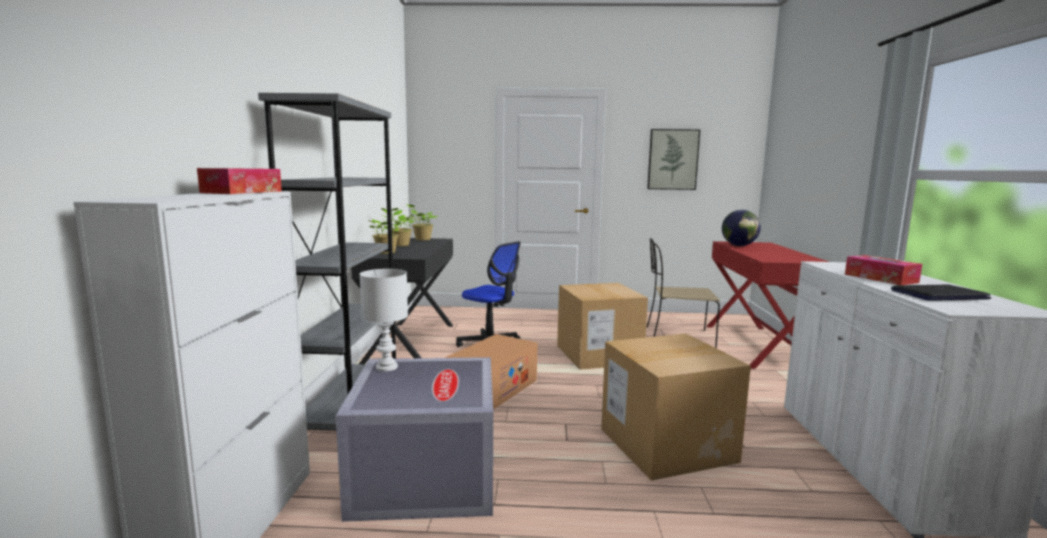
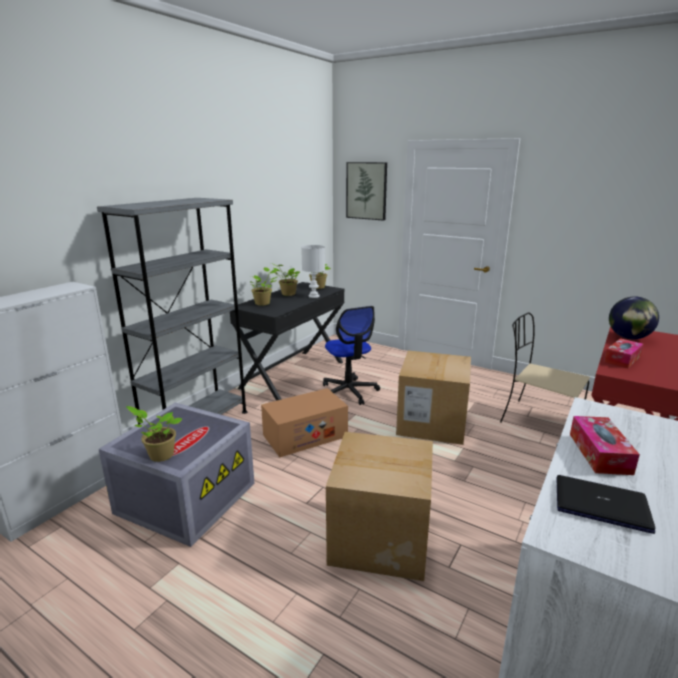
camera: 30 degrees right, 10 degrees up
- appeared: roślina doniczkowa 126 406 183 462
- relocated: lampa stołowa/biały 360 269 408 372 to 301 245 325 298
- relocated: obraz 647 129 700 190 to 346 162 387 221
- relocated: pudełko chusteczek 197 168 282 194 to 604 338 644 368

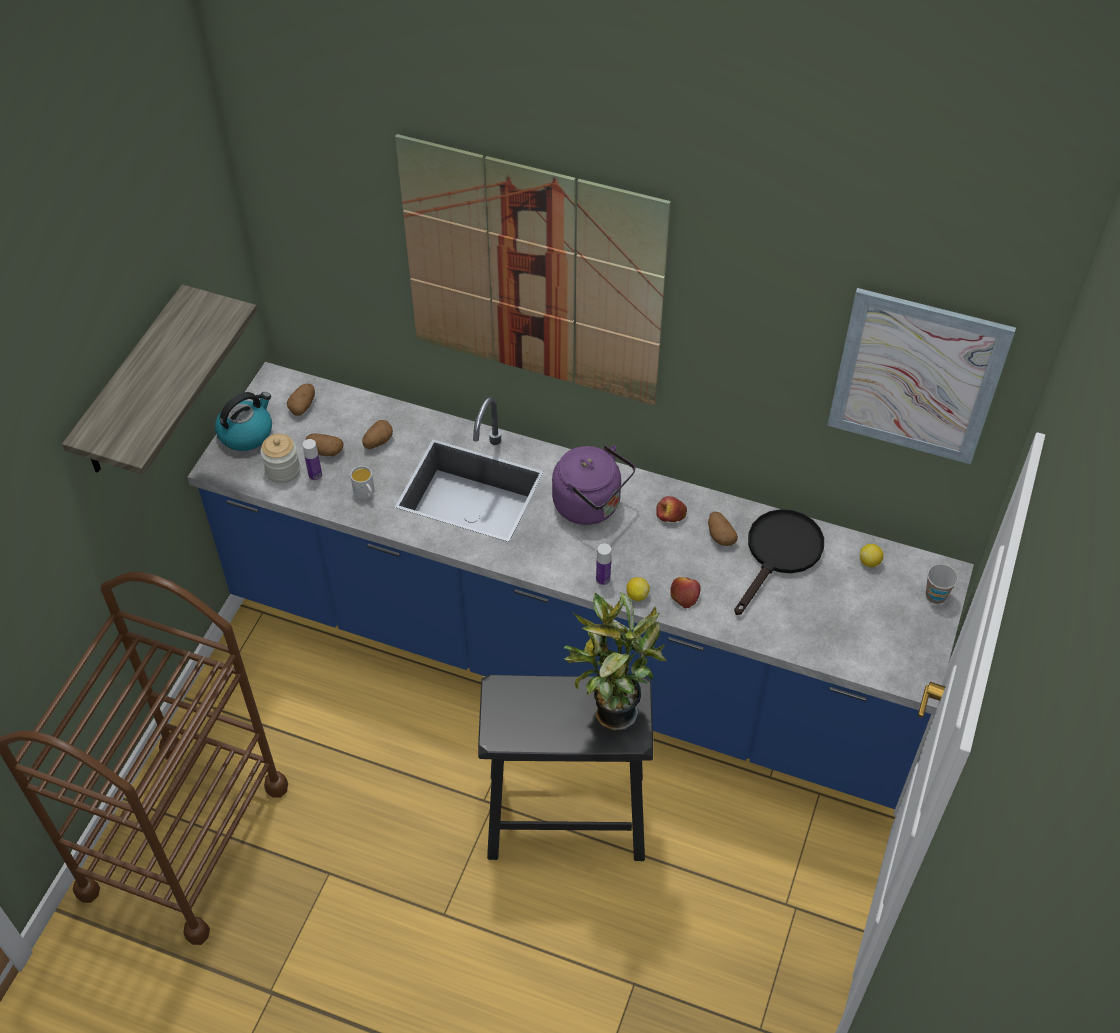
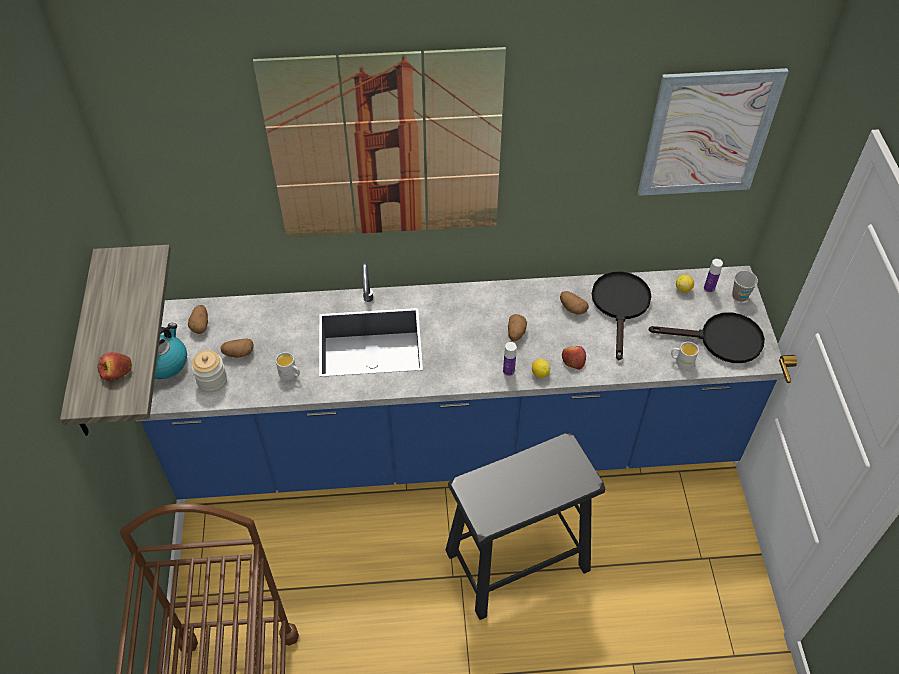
camera: 25 degrees left, 0 degrees up
- relocated: jabłko 656 496 687 522 to 98 352 132 381
- relocated: ziemniak 362 420 393 449 to 508 314 527 341
- appeared: patelnia/czarny 648 312 765 363
- appeared: kubek/biały 671 342 699 369
- relocated: butelka 303 439 322 481 to 704 259 723 293
- missing: czajnik/fioletowy 552 445 635 525
- missing: roślina doniczkowa 564 592 666 731

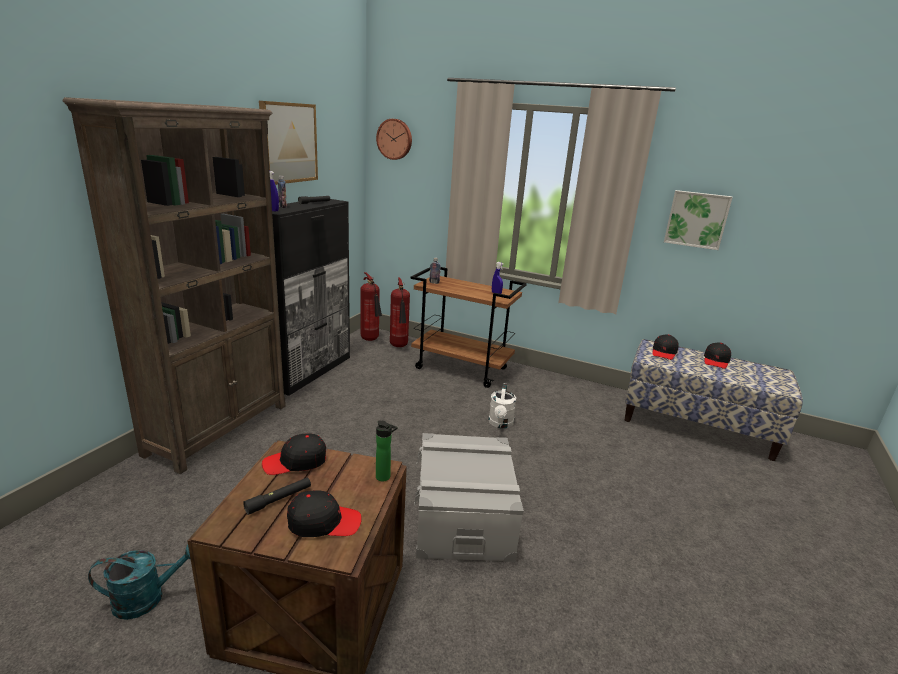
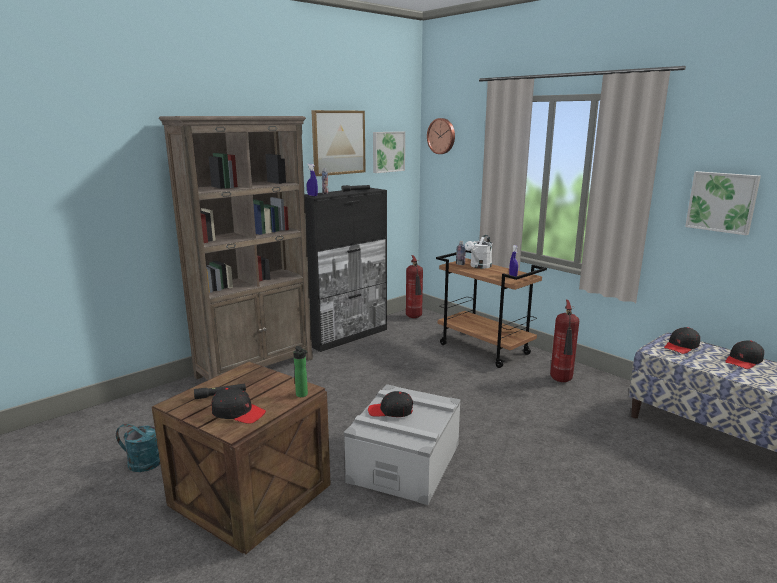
camera: 25 degrees right, 5 degrees down
- relocated: czapka z daszkiem/czarny 262 434 326 475 to 368 391 413 417
- appeared: obraz 373 131 405 173
- relocated: konewka/biały 488 383 516 428 to 465 235 493 269
- relocated: gaśnica 390 277 410 347 to 550 300 579 382

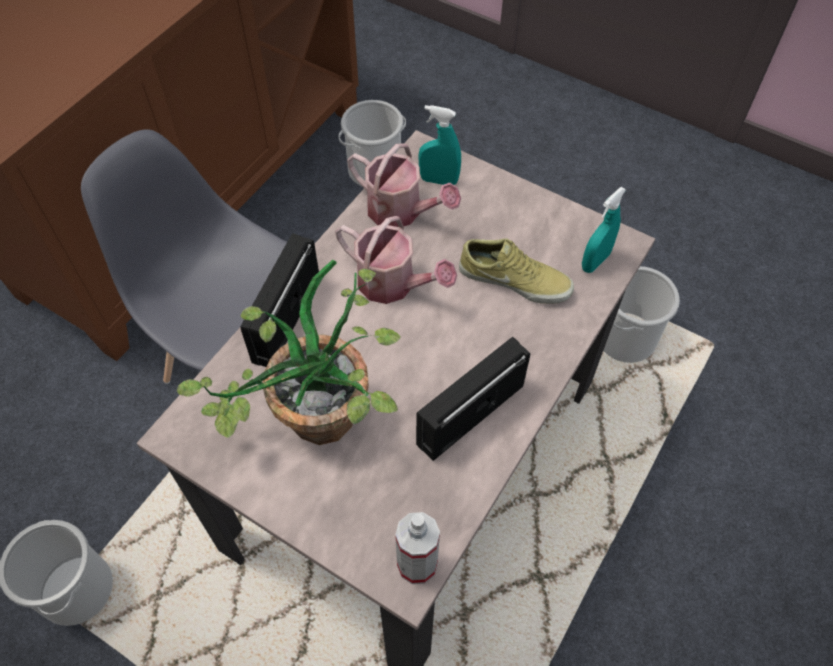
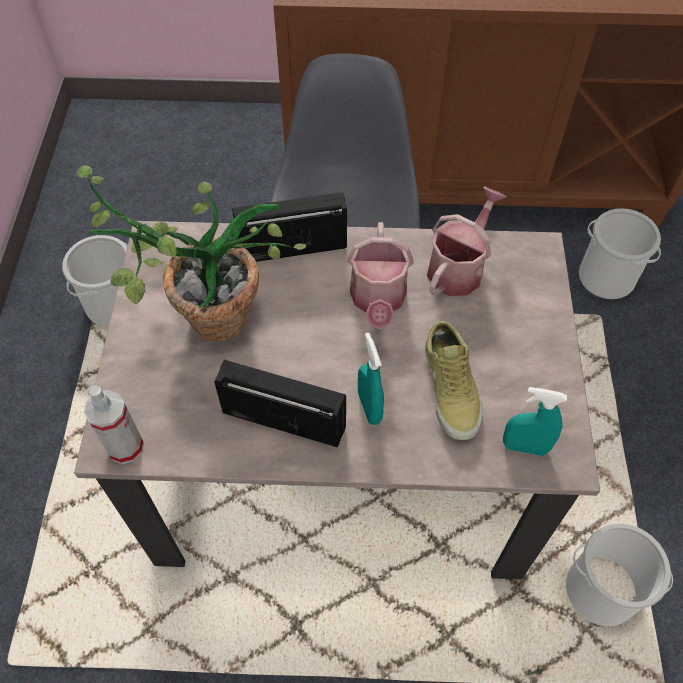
camera: 60 degrees right, 0 degrees up
- relocated: spryskiwacz/turkusowy 418 105 461 185 to 358 333 384 425
- spun: konewka 347 143 461 227 = 427 187 506 296 150 degrees counterclockwise

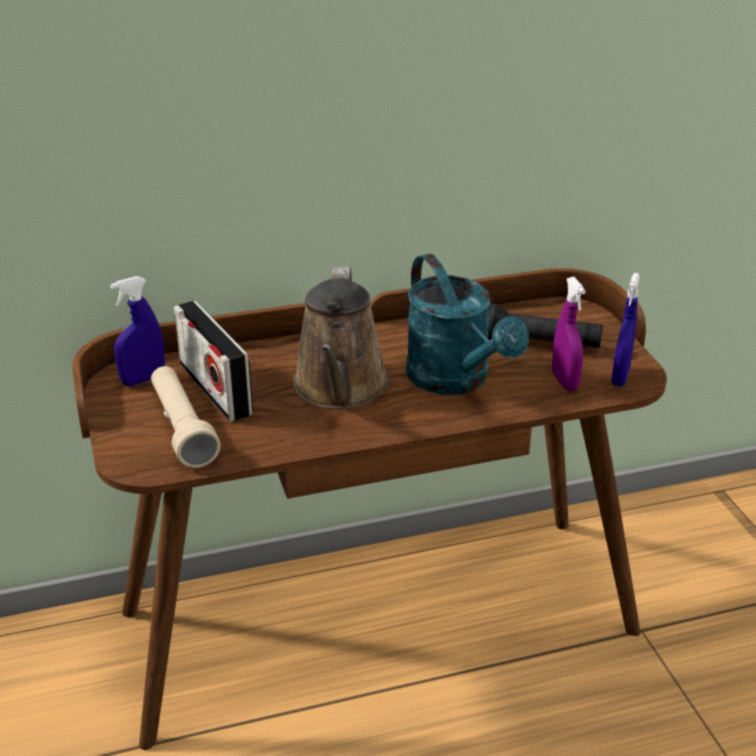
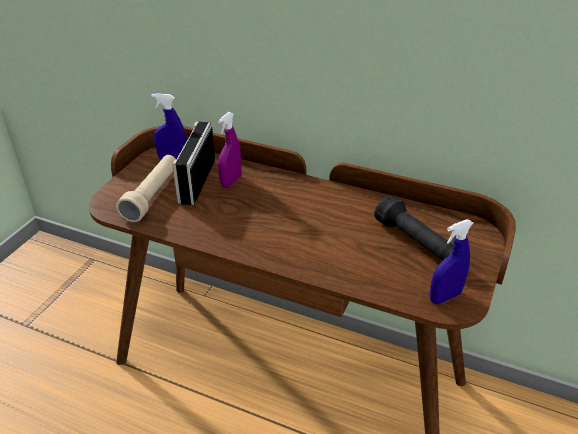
camera: 40 degrees right, 5 degrees up
- relocated: spryskiwacz/fioletowy 552 277 586 391 to 218 112 242 188
- missing: konewka/brązowy 293 267 389 409
- missing: konewka/turkusowy 406 254 529 395

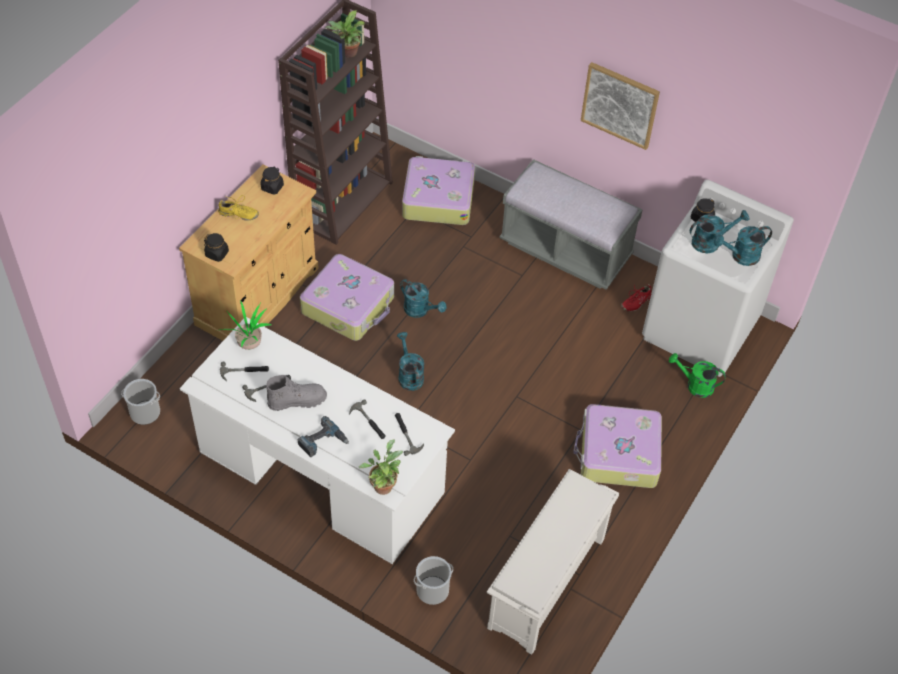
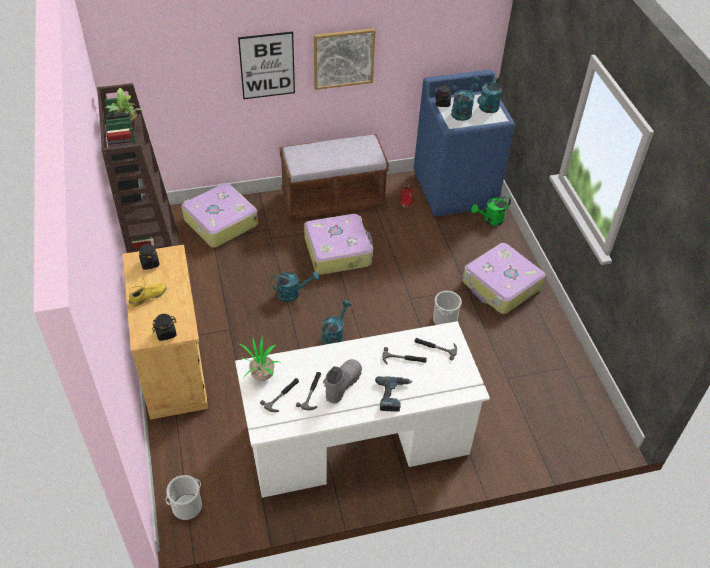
camera: 45 degrees left, 5 degrees down
- appeared: obraz 238 32 295 99
- colour: ławka/szary 499 159 642 290 to ławka/brązowy 280 134 389 219
- relocated: walizka 300 254 394 341 to 304 214 373 275
- spun: konewka/turkusowy 397 332 424 391 = 321 300 351 345 90 degrees clockwise
- colour: pralka/biały 642 180 794 377 to pralka/niebieski 414 70 515 216
- relocated: wiadro 414 556 453 605 to 433 291 462 325
- missing: roślina doniczkowa 359 440 403 495
- missing: regał na buty/biały 487 469 619 655

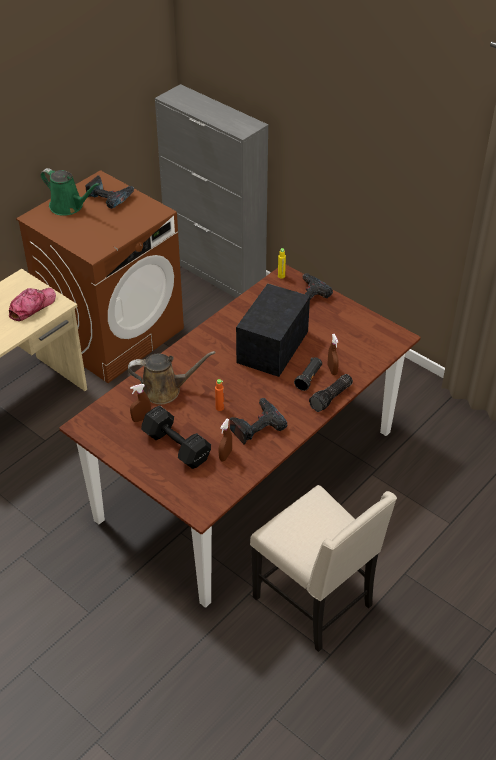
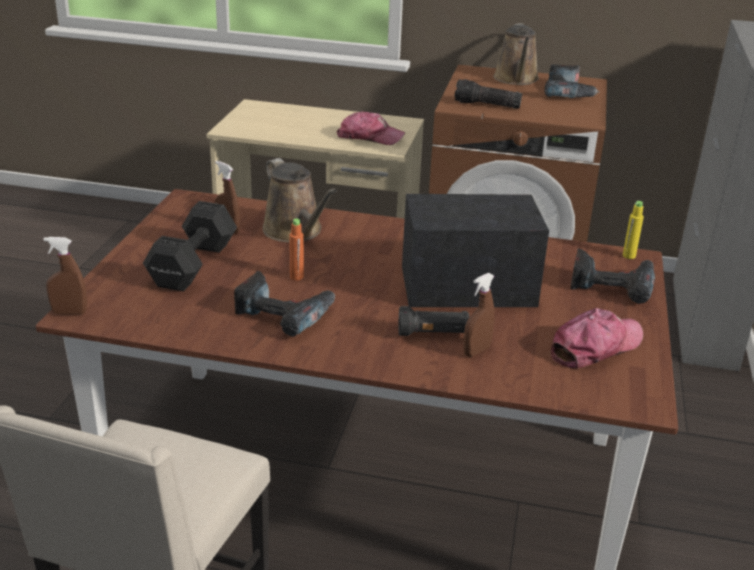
camera: 60 degrees right, 15 degrees down
- relocated: spryskiwacz/brązowy 219 419 232 461 to 43 237 87 314
- relocated: latarka 309 374 353 412 to 454 79 522 109
- colour: konewka/zielony 40 168 100 216 to konewka/brązowy 493 23 539 85
- appeared: czapka z daszkiem 549 308 643 369

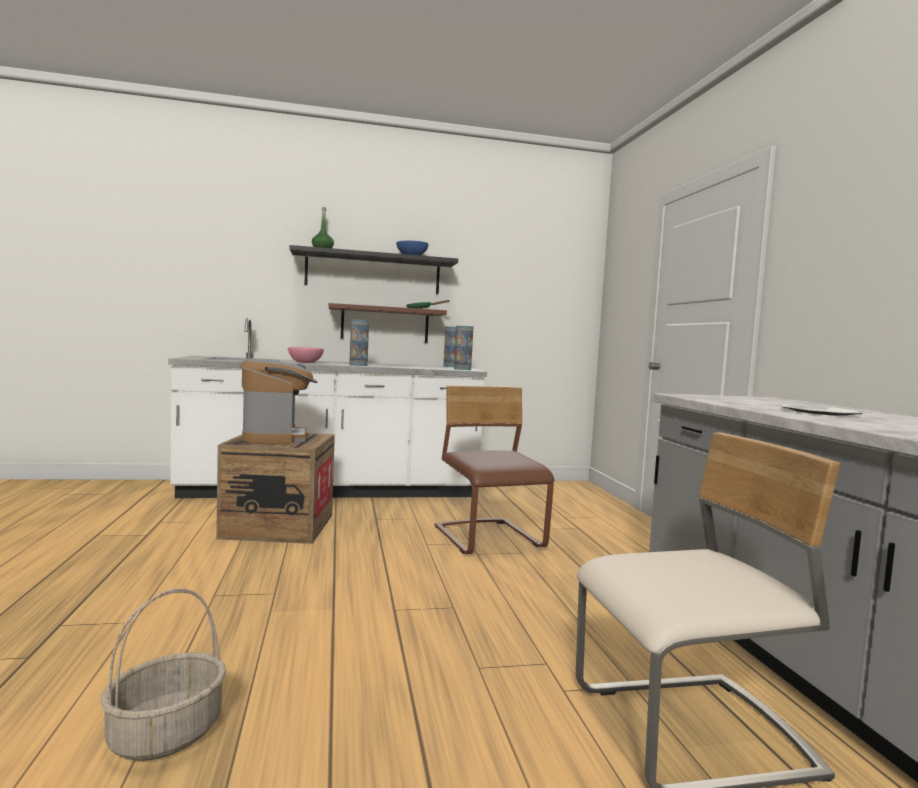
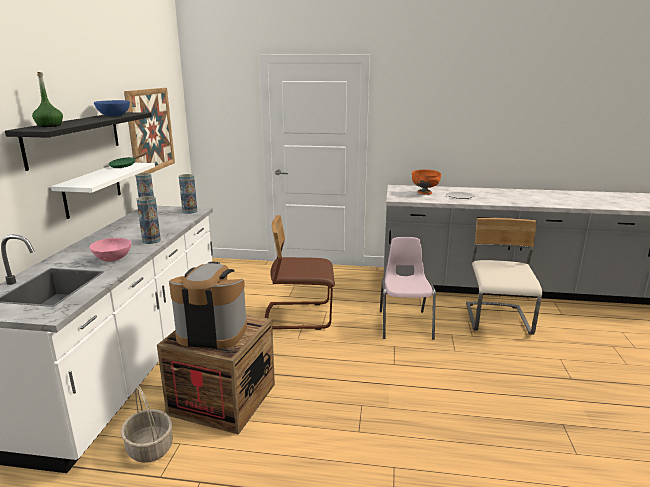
camera: 70 degrees left, 15 degrees up
- colour: półka/brązowy 328 303 447 343 to półka/biały 51 163 155 219
- relocated: koszyk 100 588 226 761 to 121 386 173 463
- appeared: obraz 124 88 175 176
- appeared: krzesło/różowy 380 237 436 339
- appeared: miska/pomarańczowy 412 169 441 195

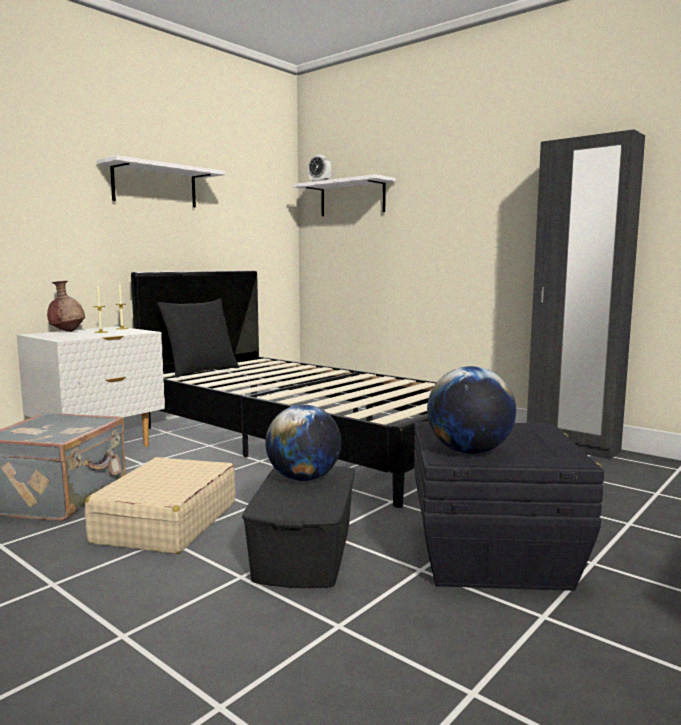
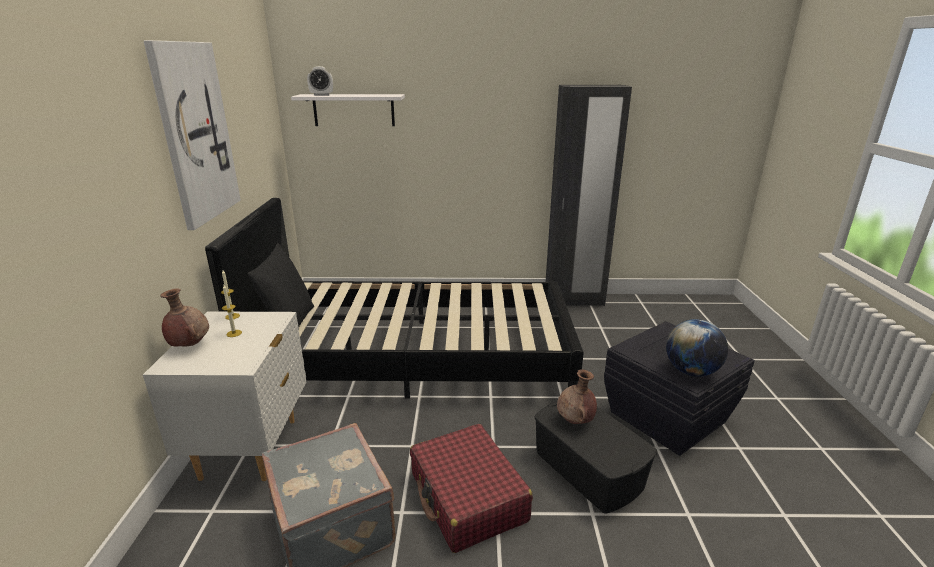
camera: 40 degrees left, 15 degrees up
- exchanged: półka/biały 97 155 225 208 to obraz 144 40 241 230
- colour: walizka/beżowy 85 457 235 554 to walizka/czerwony 410 424 533 553
- exchanged: globus 265 404 341 481 to wazon/brązowy 557 369 597 424

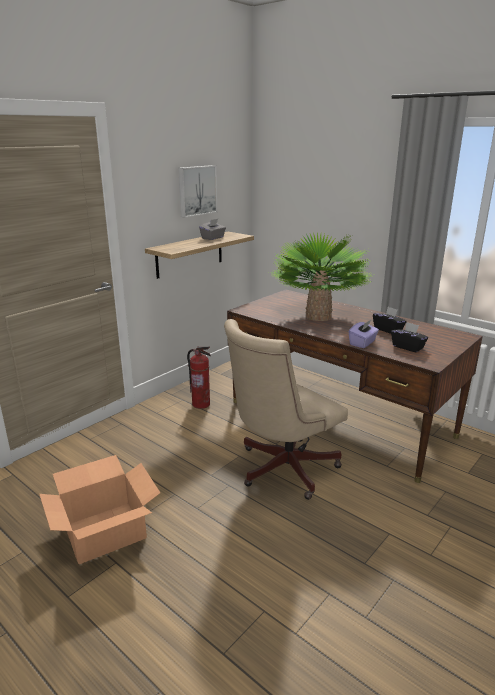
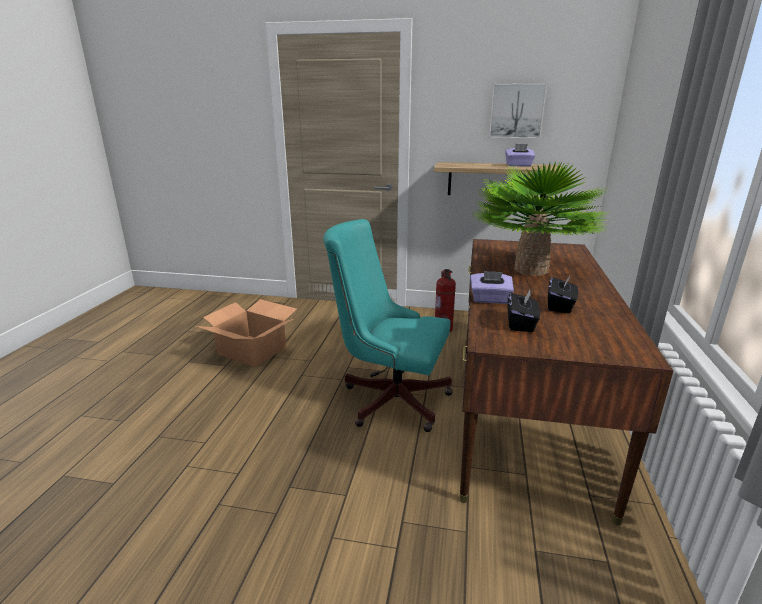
camera: 60 degrees right, 0 degrees up
- colour: krzesło biurowe/beżowy 224 319 348 500 to krzesło biurowe/turkusowy 323 219 453 432
- colour: pudełko chusteczek/szary 199 219 226 240 to pudełko chusteczek/fioletowy 505 144 535 167

